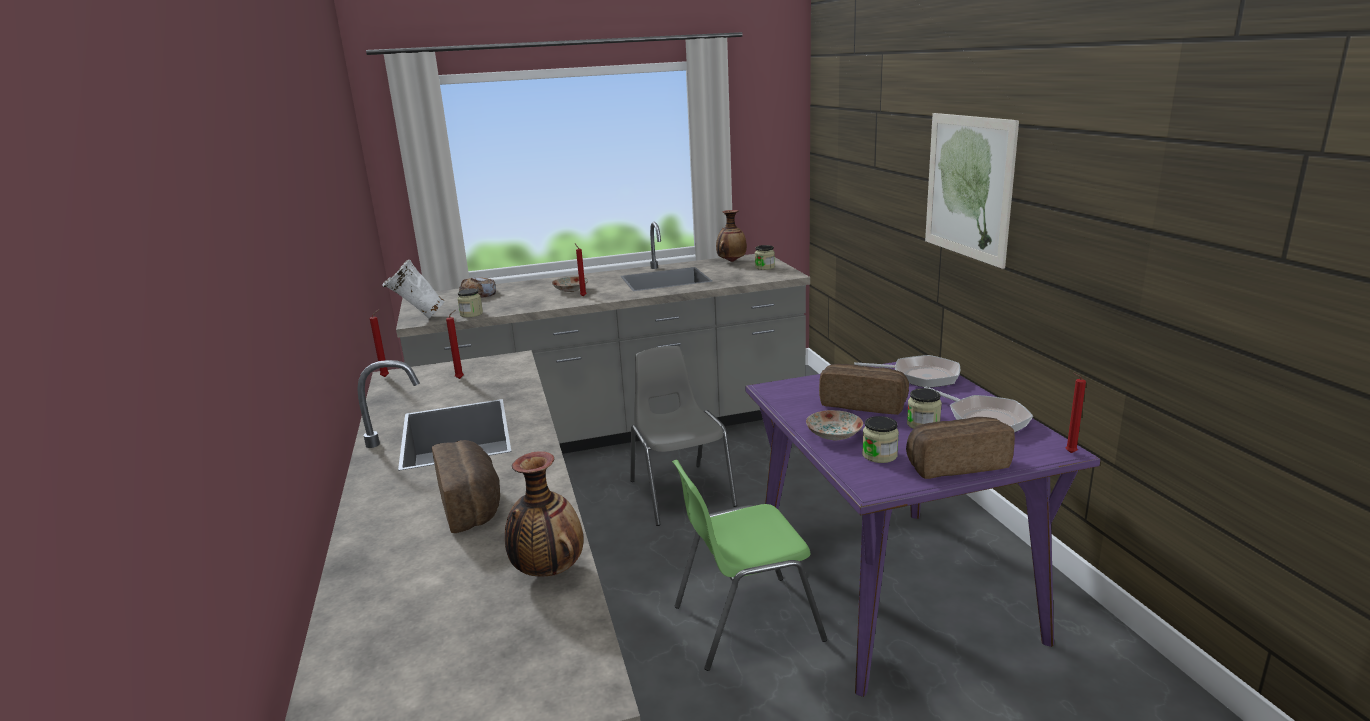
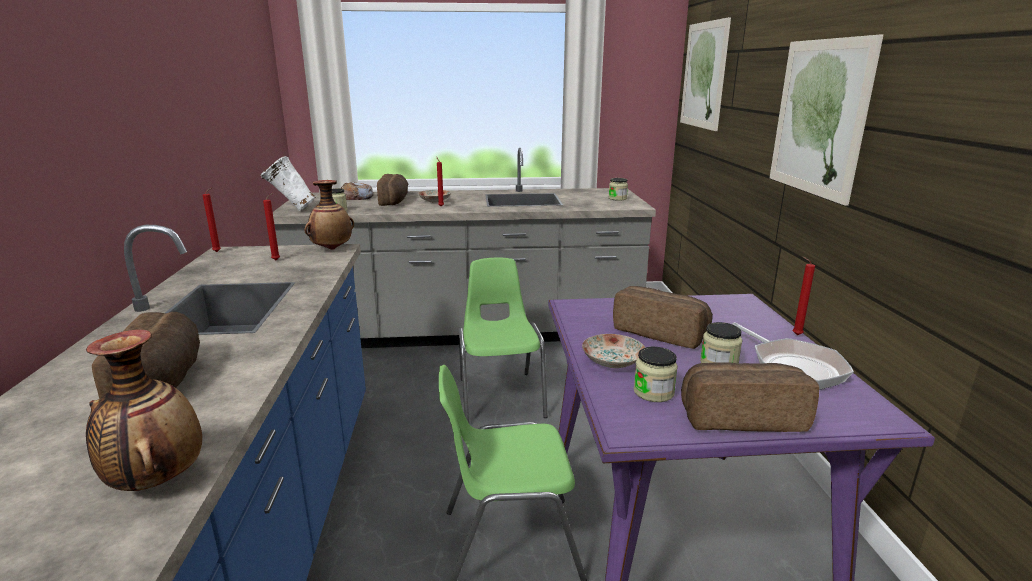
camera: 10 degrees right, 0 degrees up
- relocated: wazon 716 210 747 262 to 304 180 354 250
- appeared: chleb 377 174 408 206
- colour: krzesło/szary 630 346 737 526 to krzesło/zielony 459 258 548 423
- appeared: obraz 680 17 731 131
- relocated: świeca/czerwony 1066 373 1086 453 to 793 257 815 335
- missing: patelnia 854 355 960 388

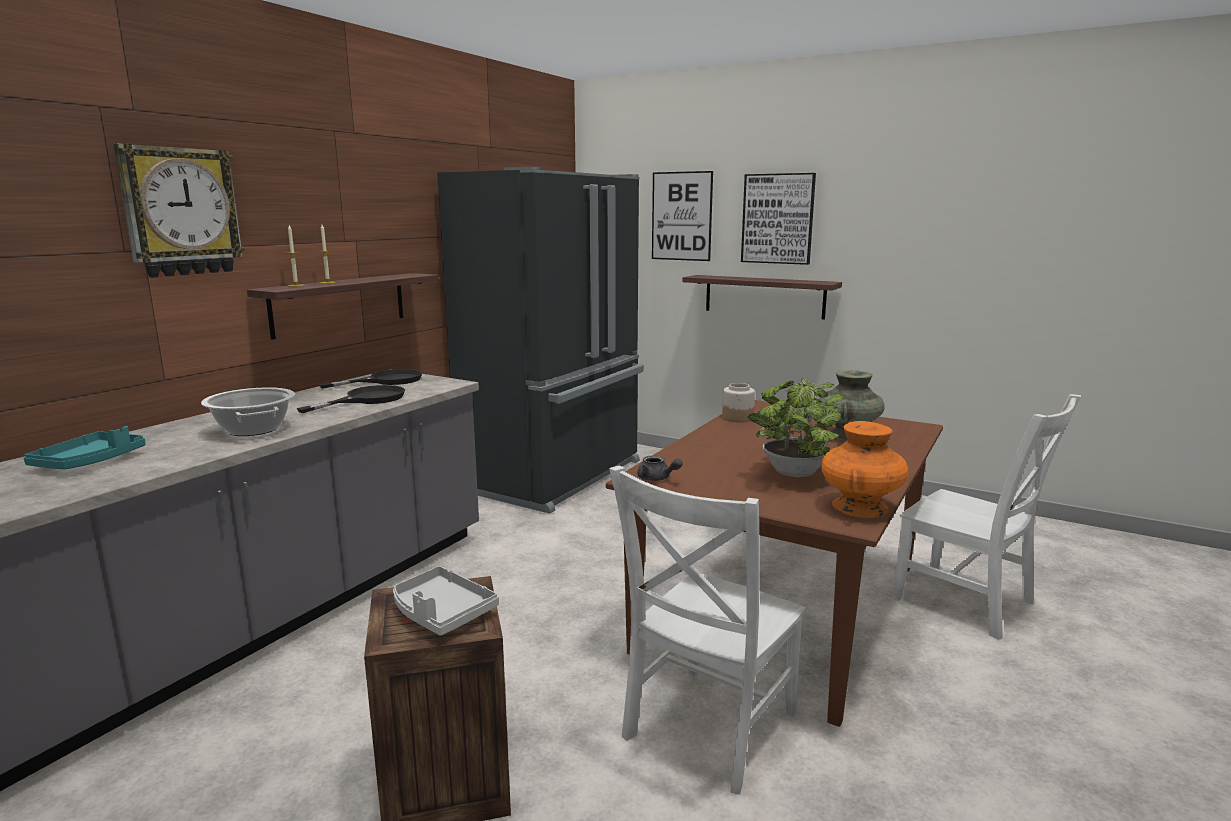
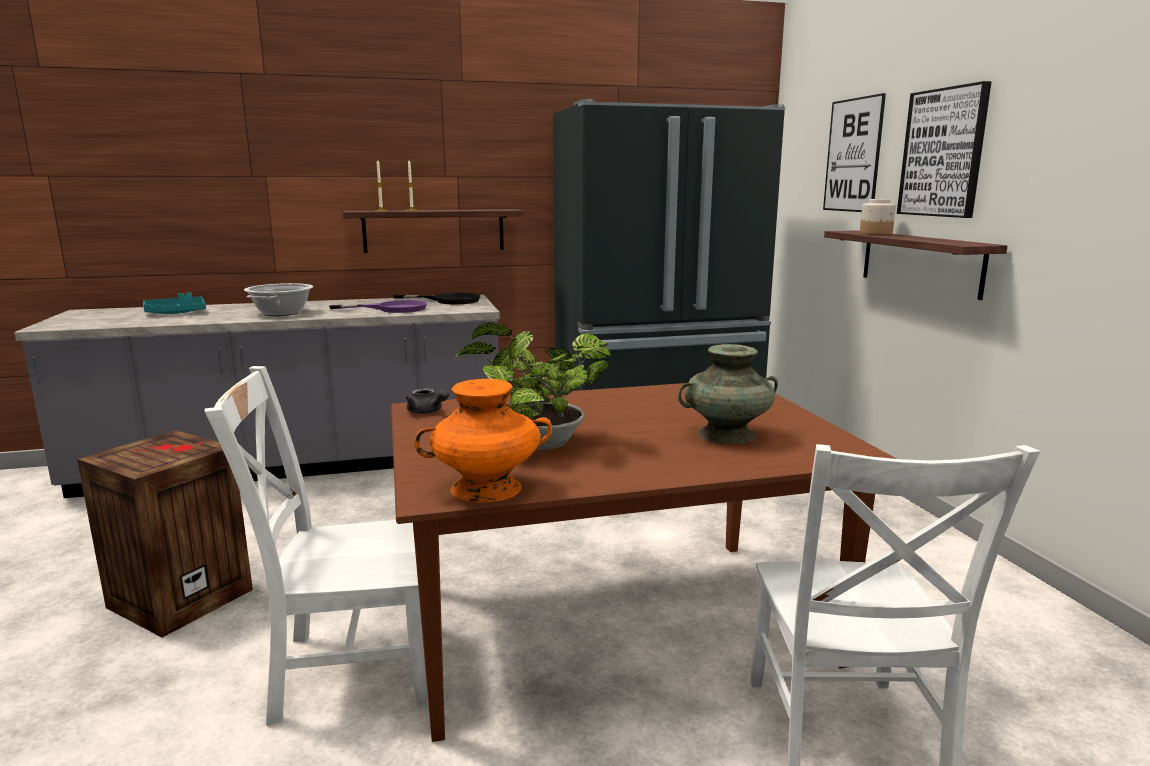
camera: 45 degrees right, 0 degrees up
- colour: patelnia/czarny 297 385 405 413 to patelnia/fioletowy 329 300 427 313
- spun: imbryk/szary 637 455 683 481 = 406 388 449 414 45 degrees counterclockwise
- relocated: słoik 722 383 755 422 to 860 199 896 235
- missing: zegar ścienny 113 144 245 278
- missing: taca/szary 393 566 499 636

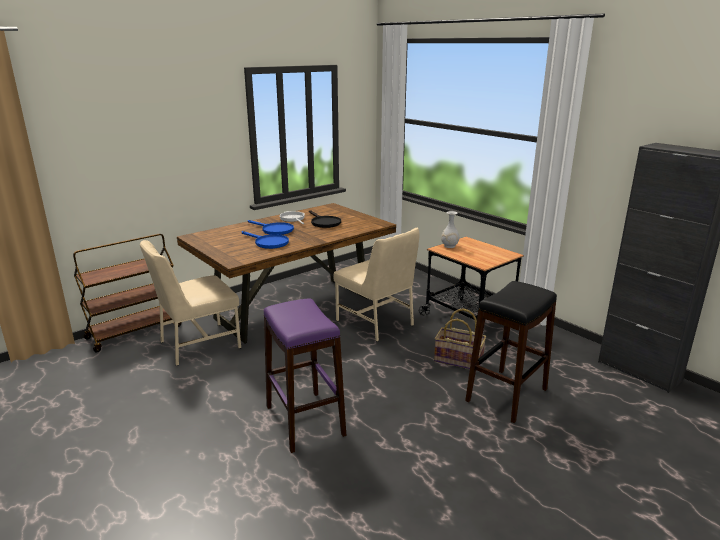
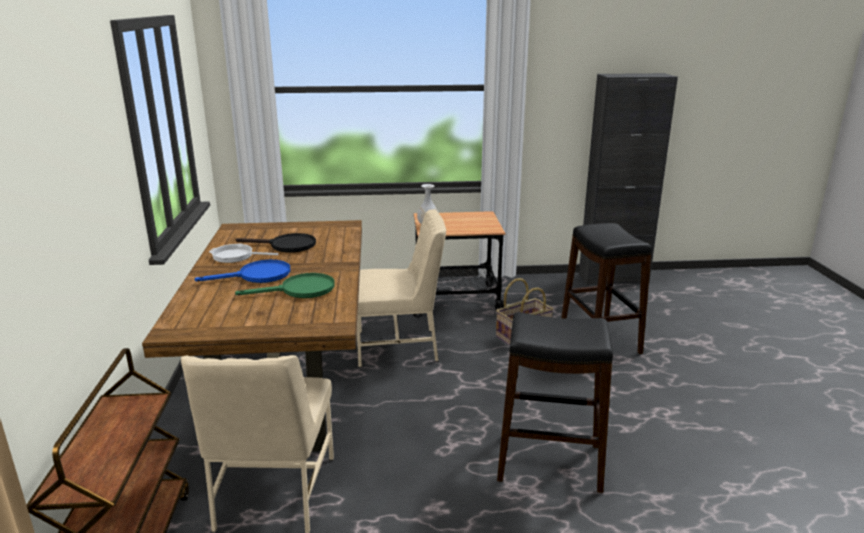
camera: 55 degrees left, 0 degrees up
- colour: patelnia/niebieski 242 231 289 249 to patelnia/zielony 235 273 335 298
- colour: stołek/fioletowy 264 298 346 453 to stołek/czarny 497 312 613 493

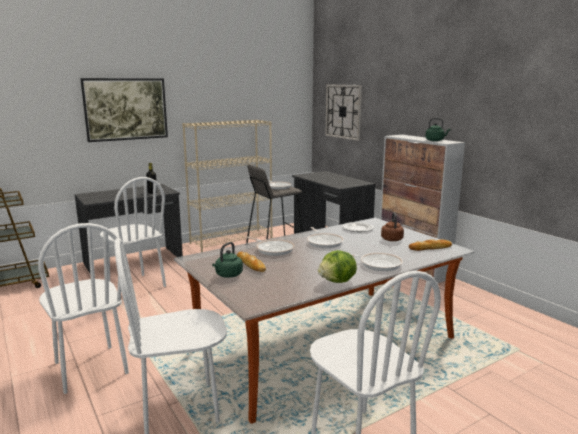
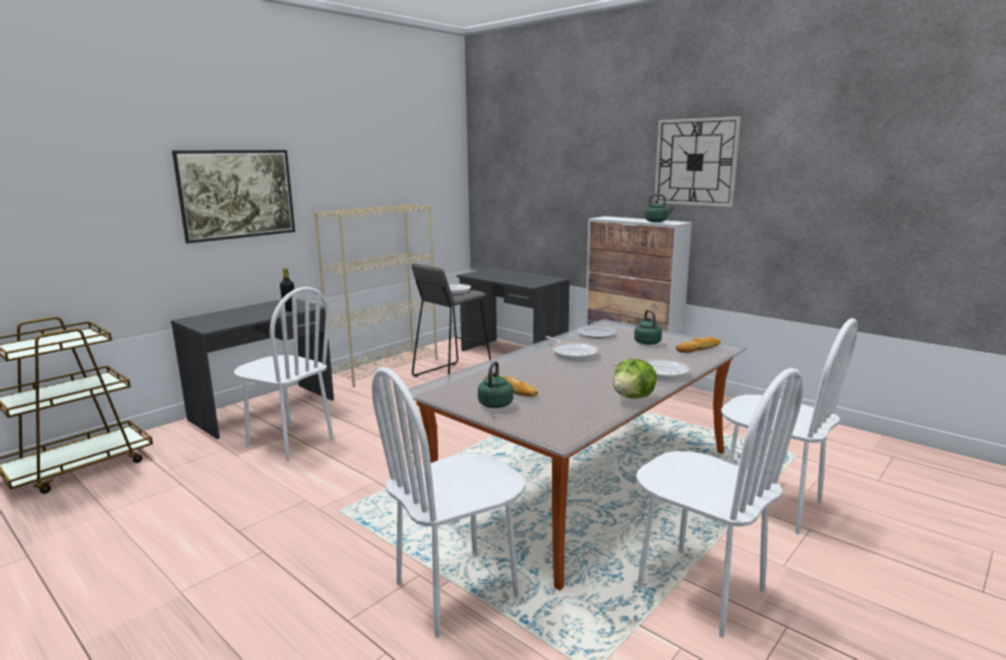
camera: 15 degrees left, 0 degrees up
- colour: czajnik/brązowy 381 213 404 241 to czajnik/zielony 634 310 662 345
- relocated: zegar ścienny 325 85 362 141 to 654 116 741 207
- relocated: krzesło/biały 38 223 129 394 to 721 318 858 534
- missing: patelnia 246 236 295 256

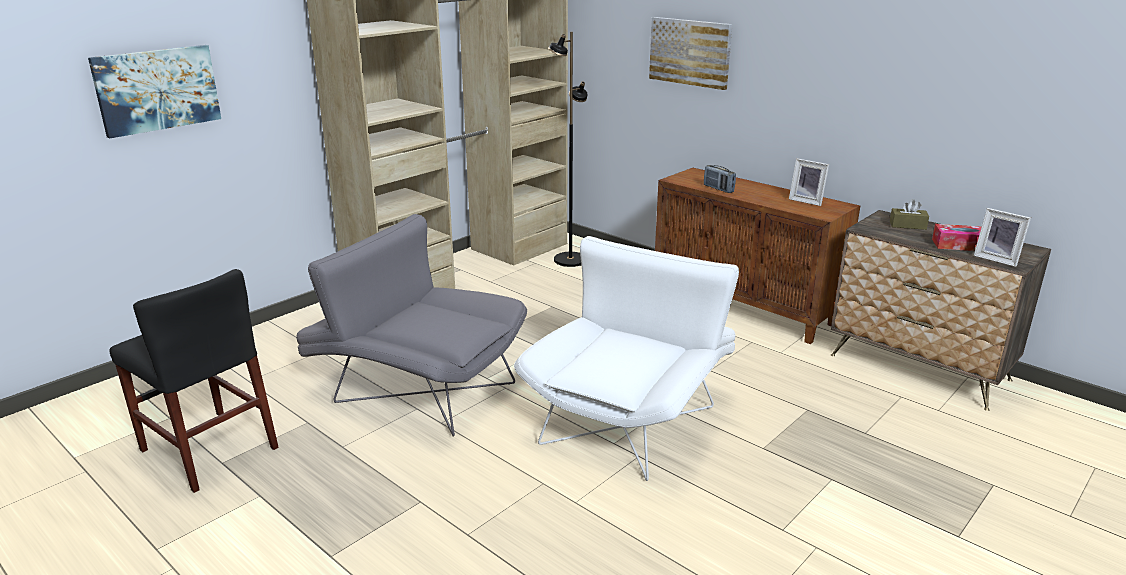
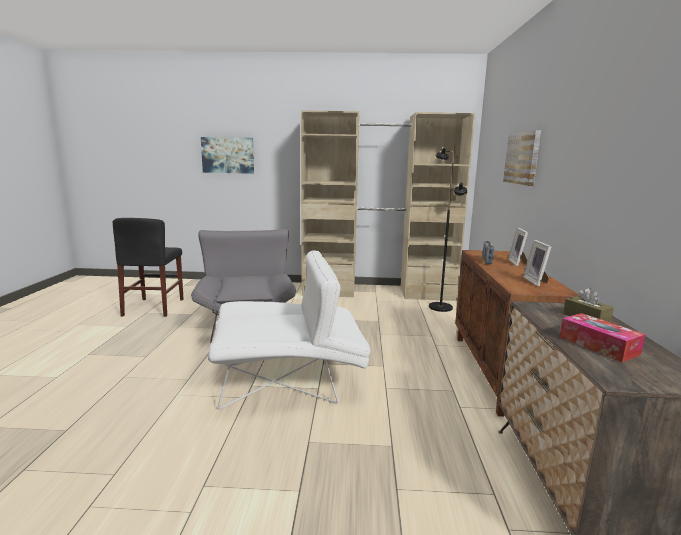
camera: 50 degrees right, 10 degrees down
- relocated: ramka na zdjęcie 974 208 1031 267 to 508 228 528 266

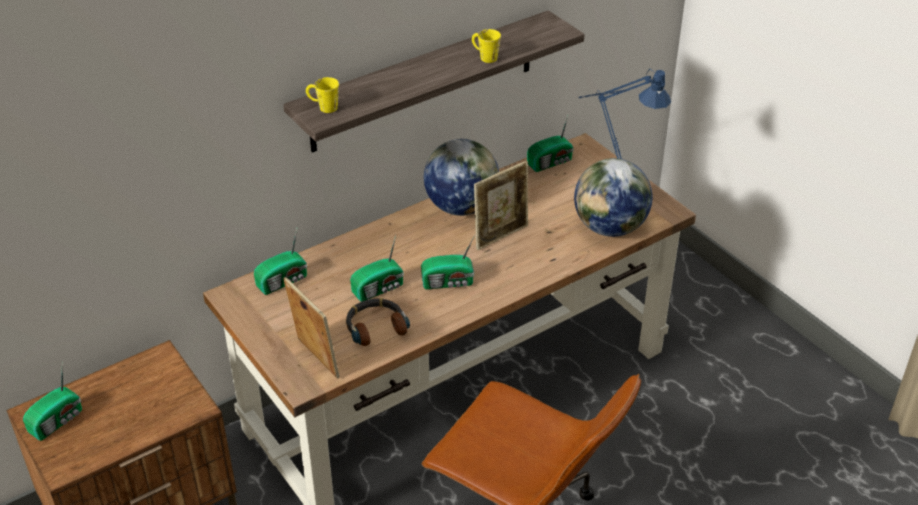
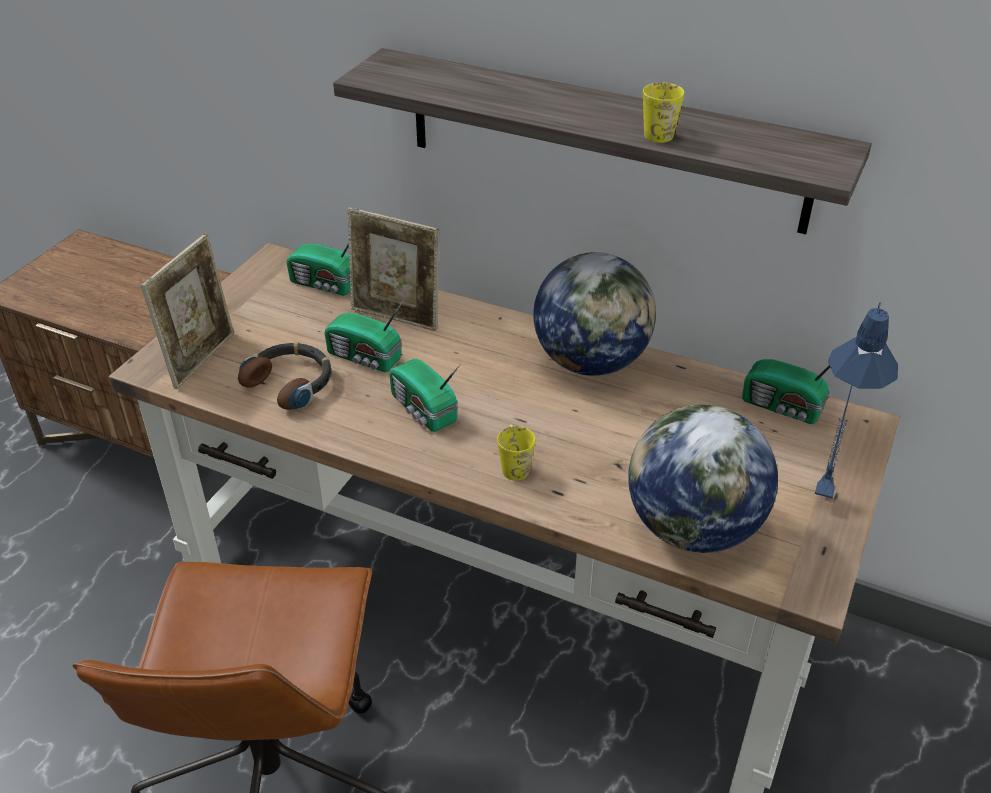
camera: 60 degrees right, 0 degrees up
- relocated: ramka na zdjęcie 474 161 528 250 to 348 207 439 331
- relocated: kubek/żółty 306 77 339 113 to 497 425 535 481
- missing: radio 23 362 82 441

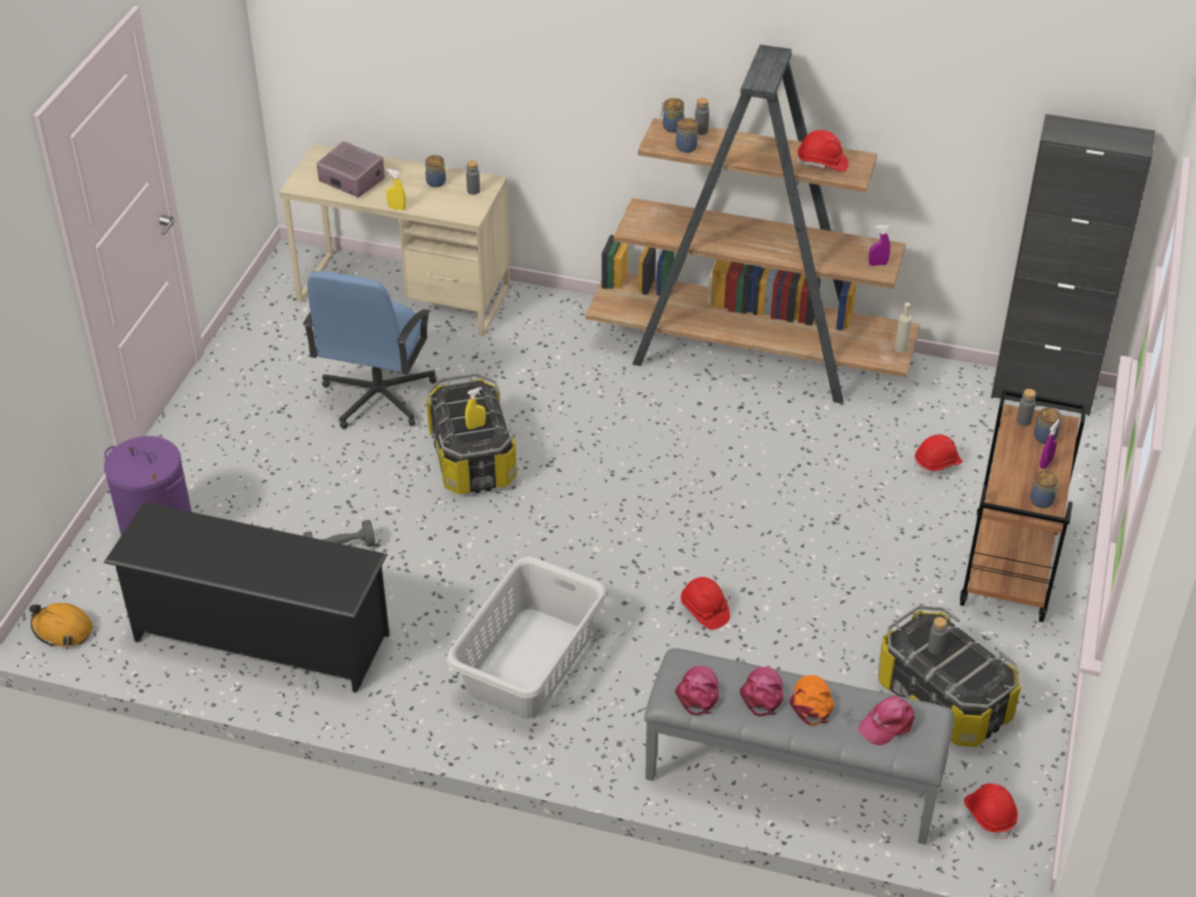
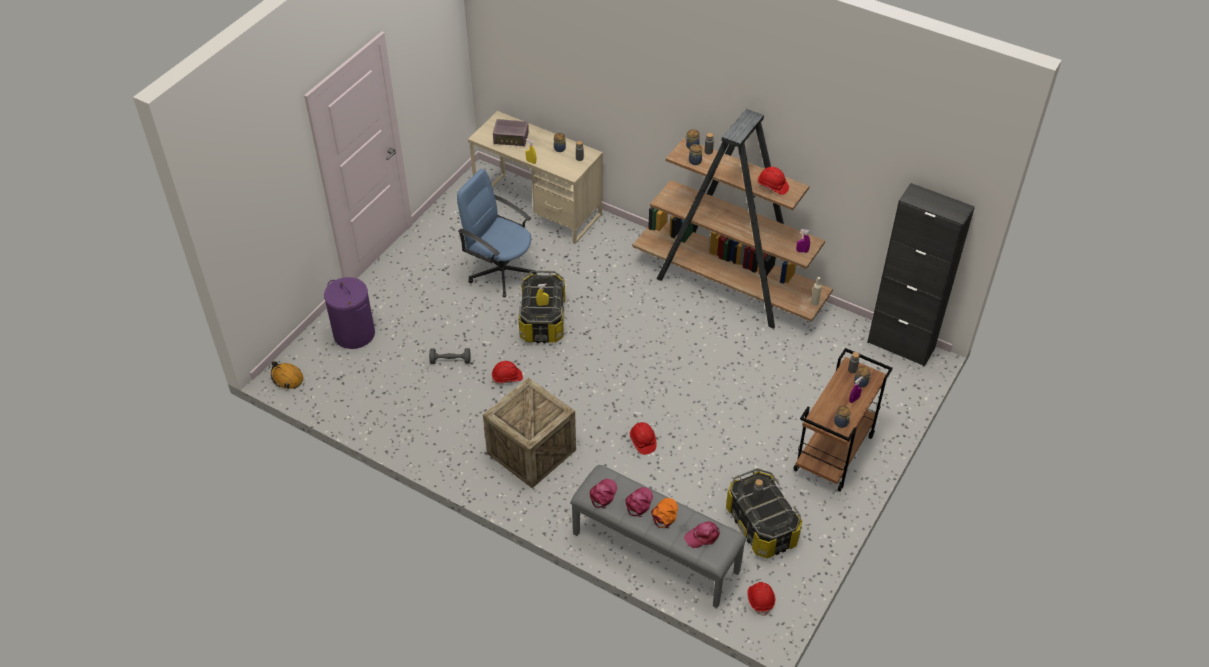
camera: 15 degrees right, 5 degrees up
- spun: krzesło biurowe/niebieski 303 271 437 429 = 457 169 538 297 90 degrees clockwise
- exchanged: kosz na pranie/szary 446 557 607 718 to skrzynka 483 377 576 488
- relocated: kask/czerwony 915 434 962 475 to 492 361 523 384
- spun: radio 316 141 385 197 = 493 119 529 147 135 degrees clockwise
- missing: regał na buty/czarny 104 502 390 693

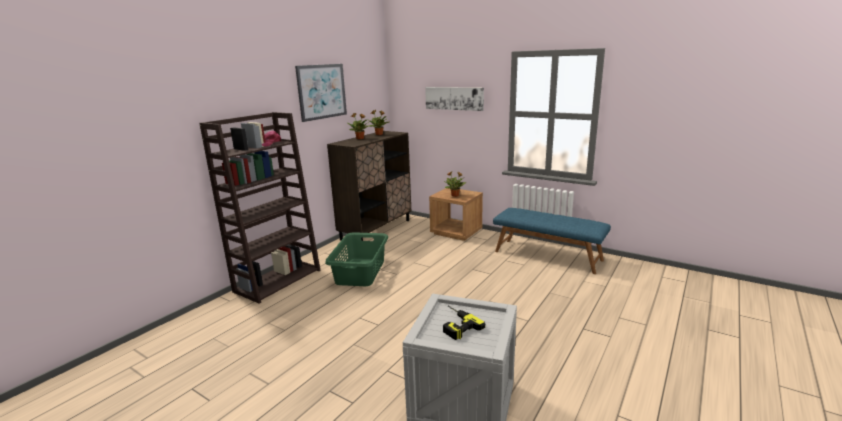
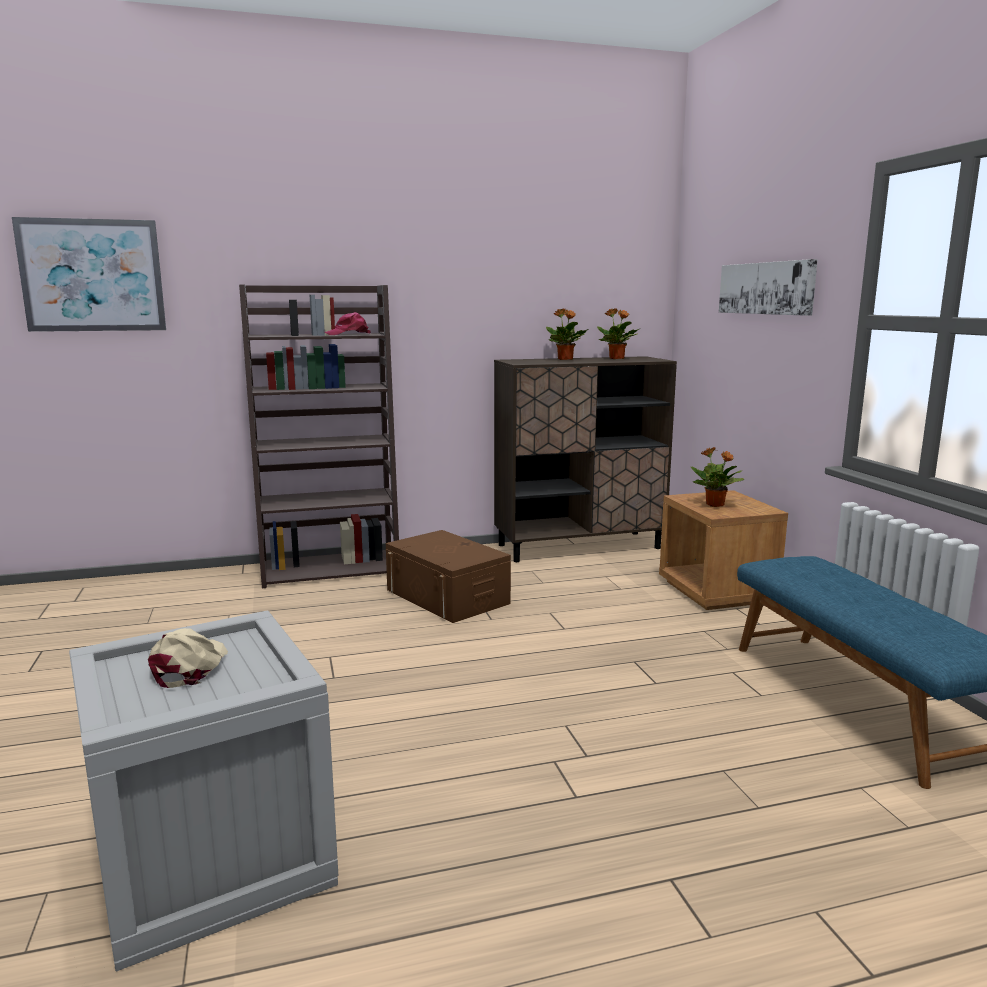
camera: 40 degrees right, 5 degrees down
- relocated: obraz 295 64 347 122 to 12 217 166 332
- exchanged: wiertarka 443 306 485 340 to czapka z daszkiem/beżowy 148 628 228 688
- exchanged: kosz na pranie/zielony 325 232 388 286 to pojemnik do przechowywania/brązowy 386 530 511 623

